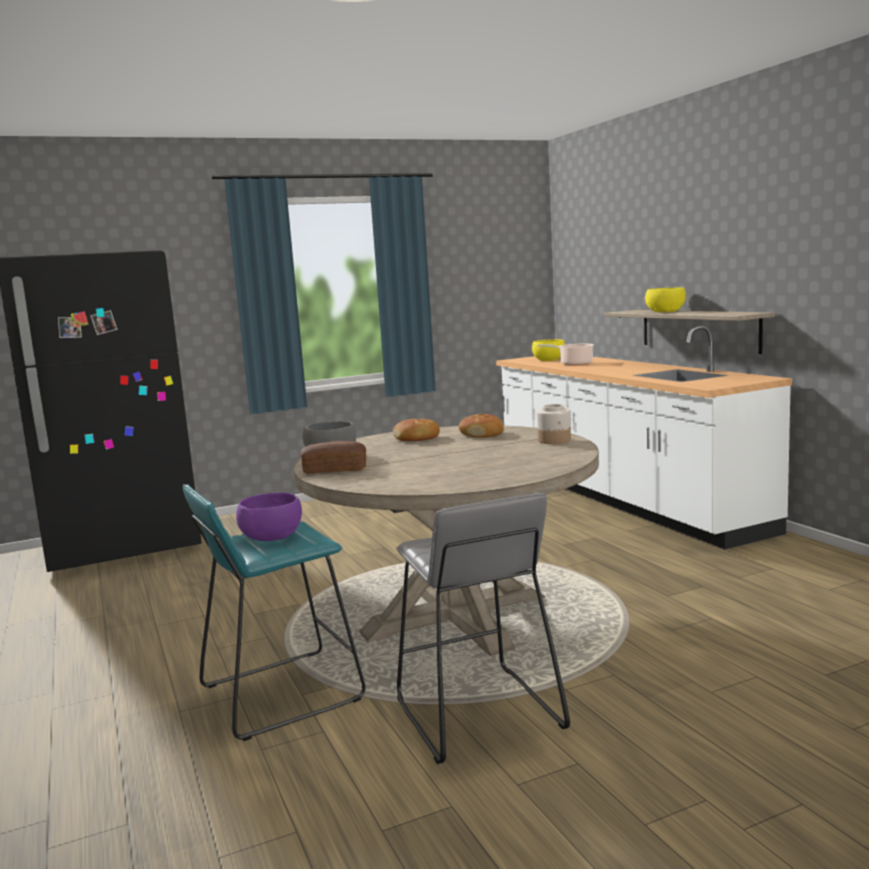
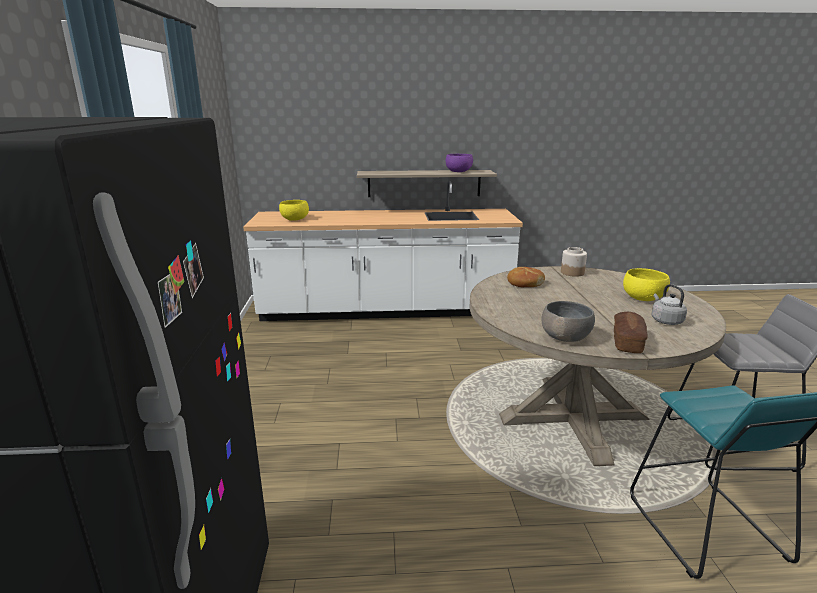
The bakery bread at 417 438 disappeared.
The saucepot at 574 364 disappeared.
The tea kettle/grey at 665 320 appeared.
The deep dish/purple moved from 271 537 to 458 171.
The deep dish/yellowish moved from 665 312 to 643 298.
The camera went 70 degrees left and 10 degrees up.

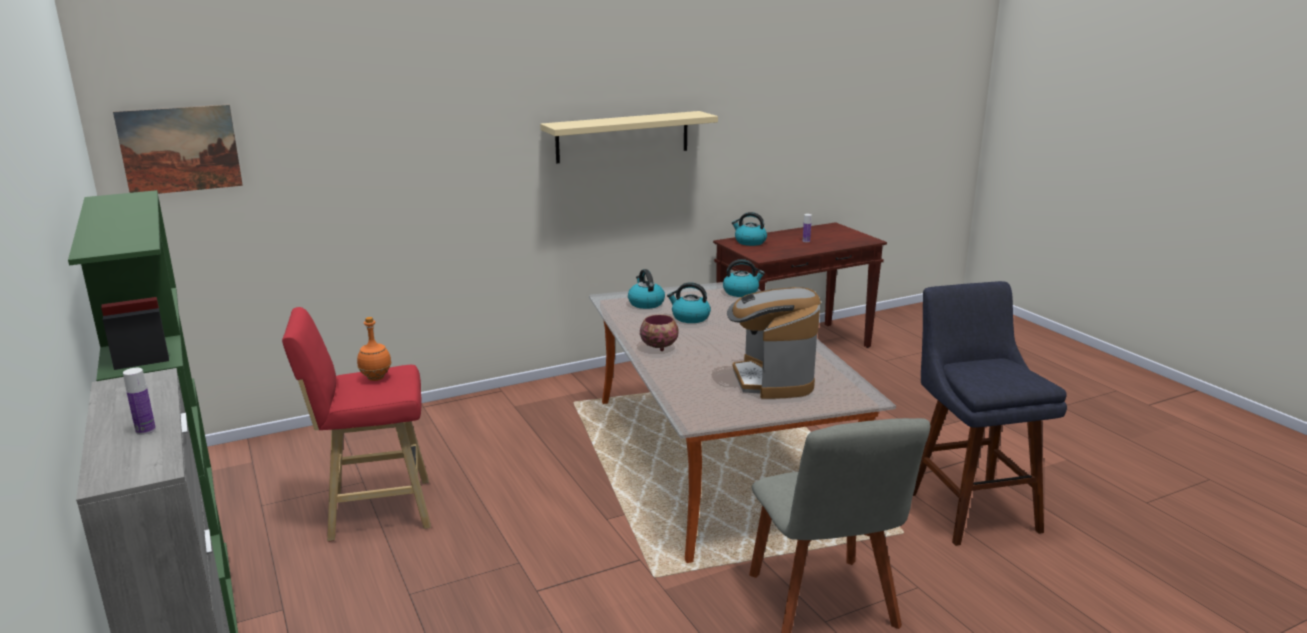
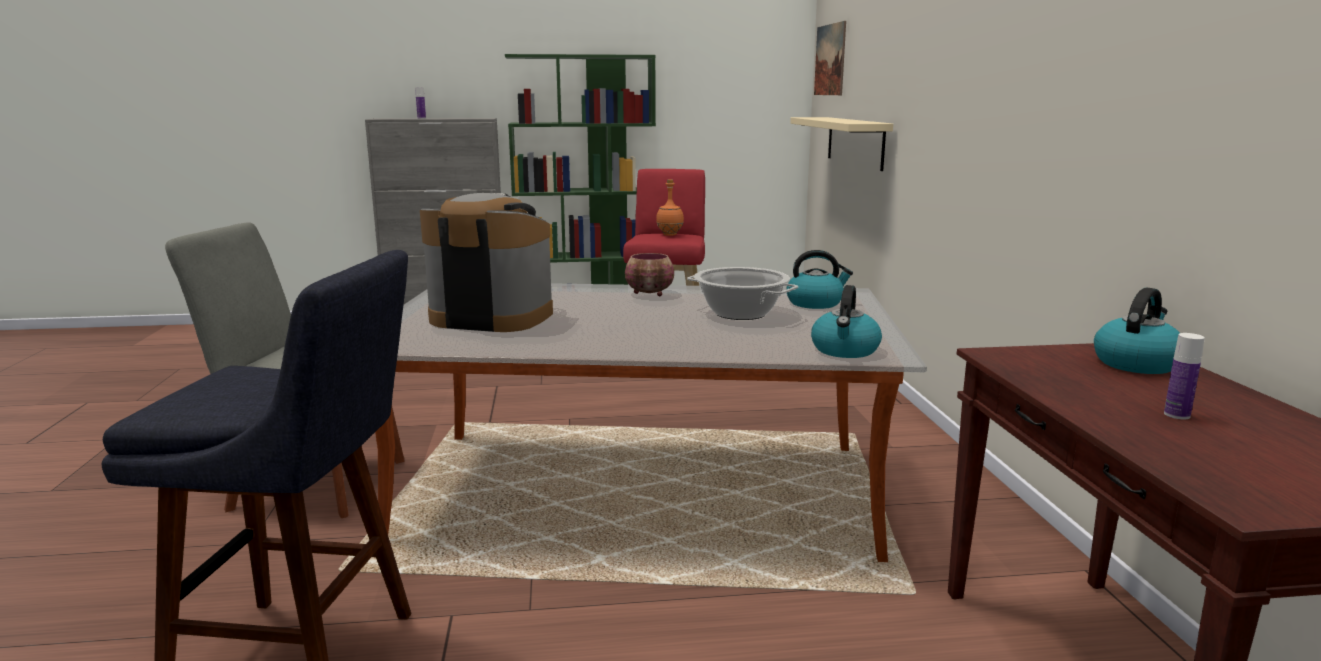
The shelf/beige-coloured moved from 623 136 to 855 142.
The tea kettle at 690 318 was replaced by the saucepot at 740 313.
The camera went 110 degrees right and 5 degrees down.

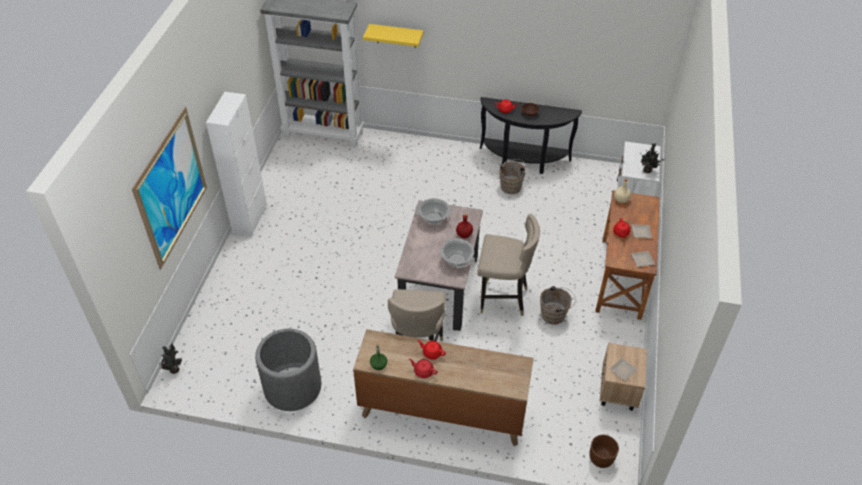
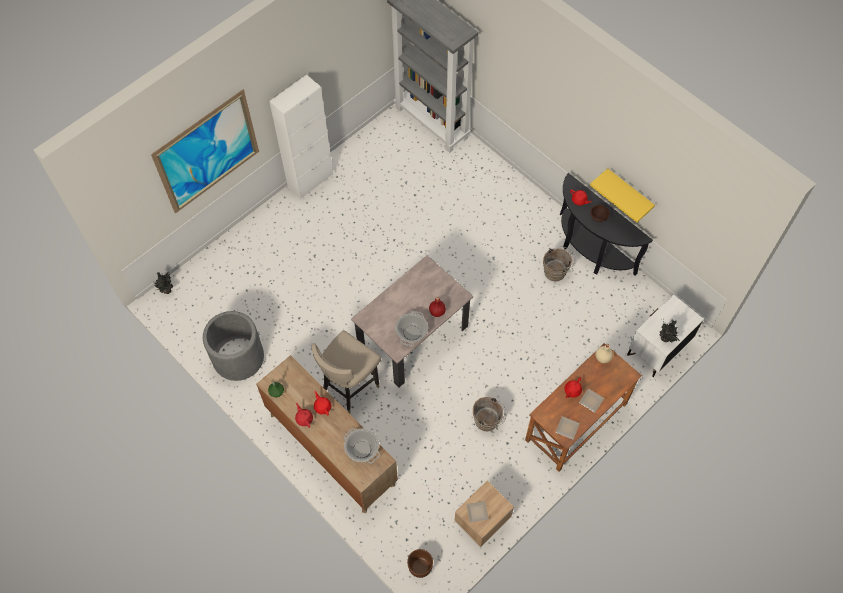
The stool/beige-coloured at 502 299 disappeared.
The shelf/yellowish moved from 396 35 to 629 192.
The saucepot moved from 434 218 to 362 449.
The camera went 35 degrees right and 15 degrees up.

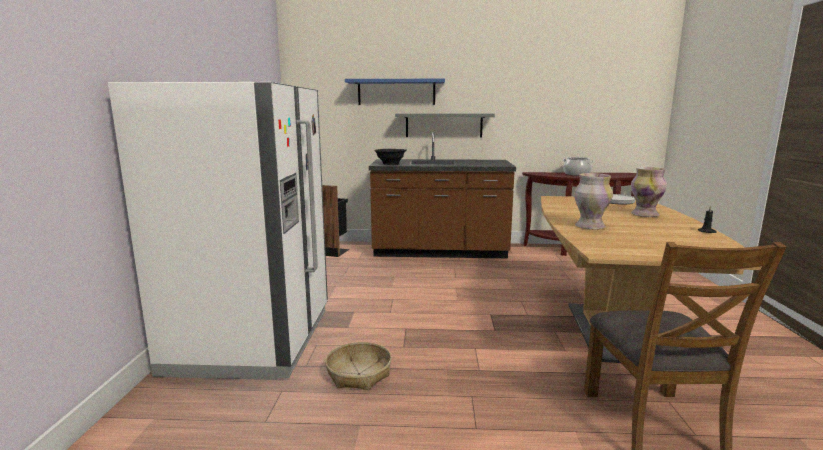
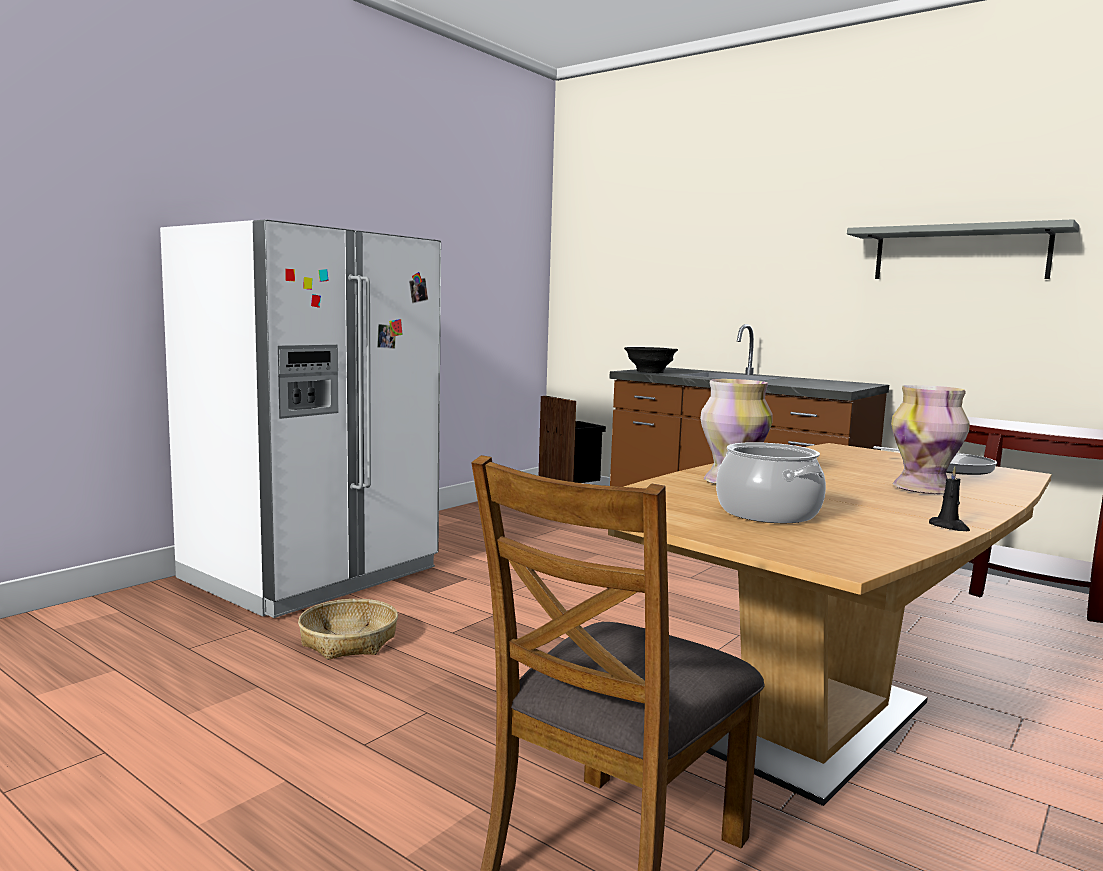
The shelf/blue at 396 92 disappeared.
The shelf/grey moved from 444 125 to 960 254.
The saucepot moved from 576 174 to 767 513.
The camera went 35 degrees right and 5 degrees down.

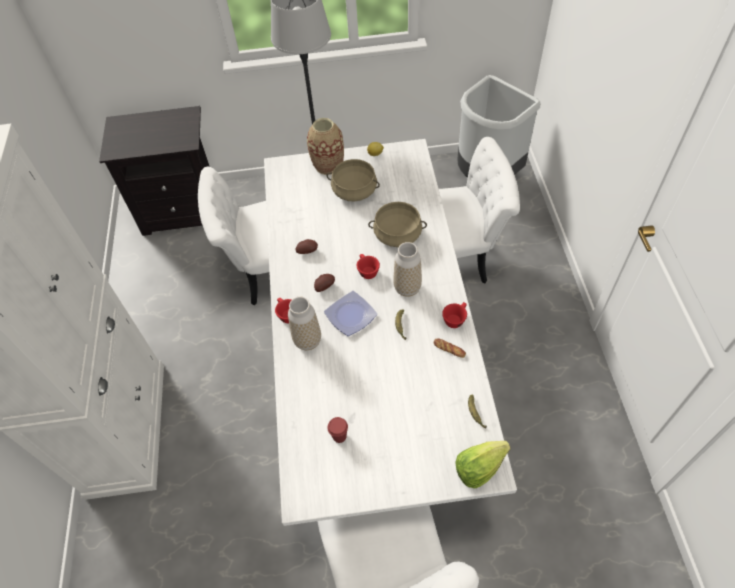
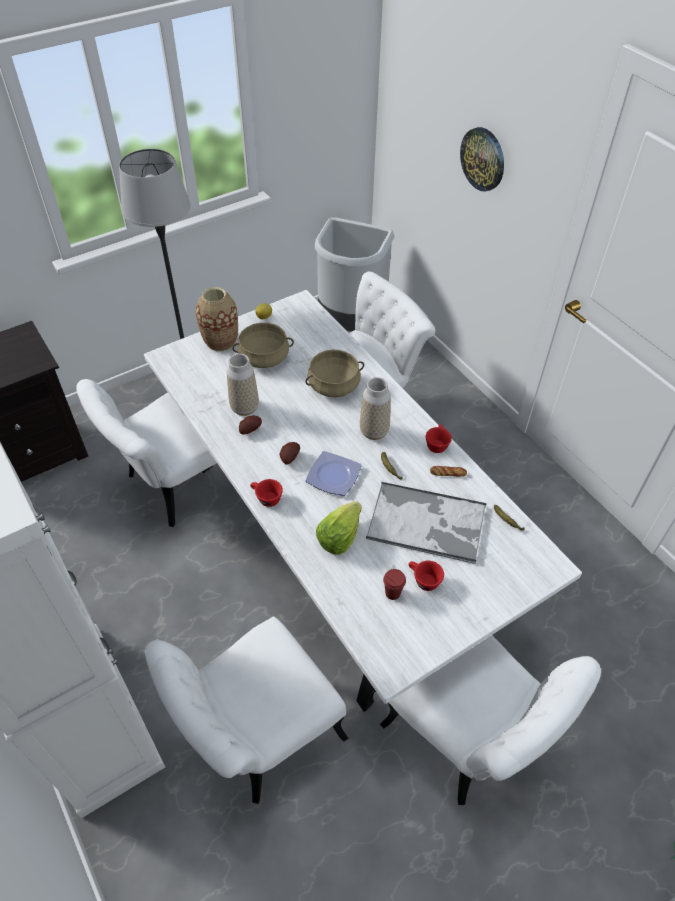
The chair/white at 257 737 appeared.
The carrying tray at 427 523 appeared.
The wall clock at 483 159 appeared.
The decorative vase moved from 307 341 to 244 408.
The cup/reddish moved from 366 271 to 423 580.
The lettuce moved from 479 467 to 339 537.
The camera went 30 degrees left and 5 degrees down.

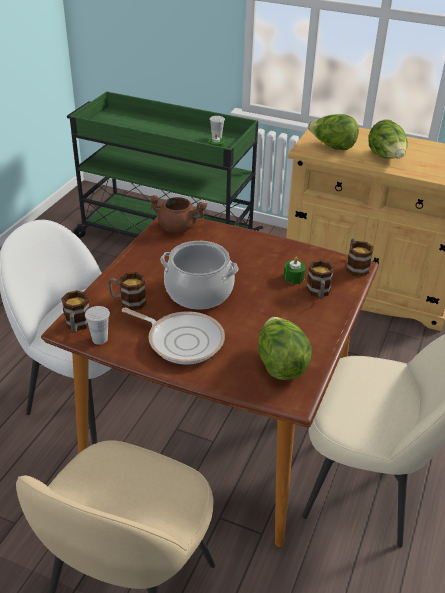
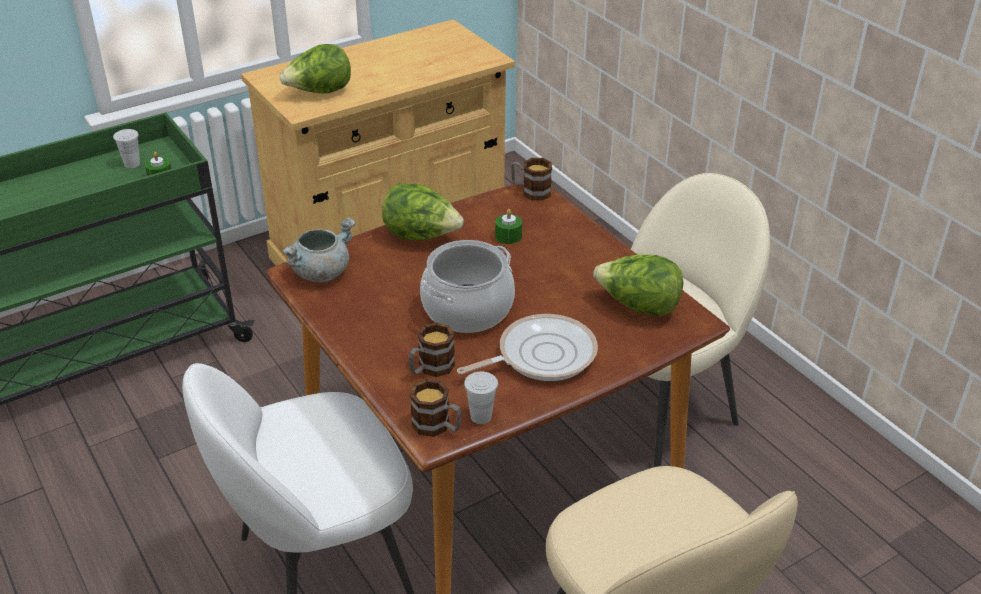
The coffee mug at 318 293 disappeared.
The lettuce moved from 386 158 to 421 236.
The saucepot/brownish at 178 227 became the saucepot/grey at 321 272.
The camera went 55 degrees left and 0 degrees up.

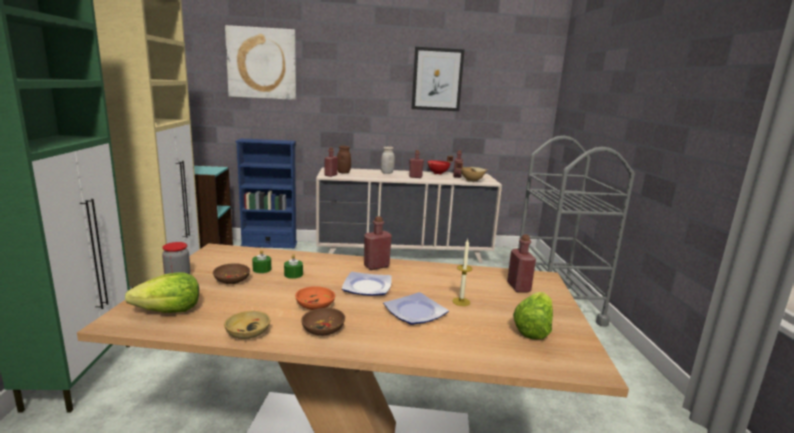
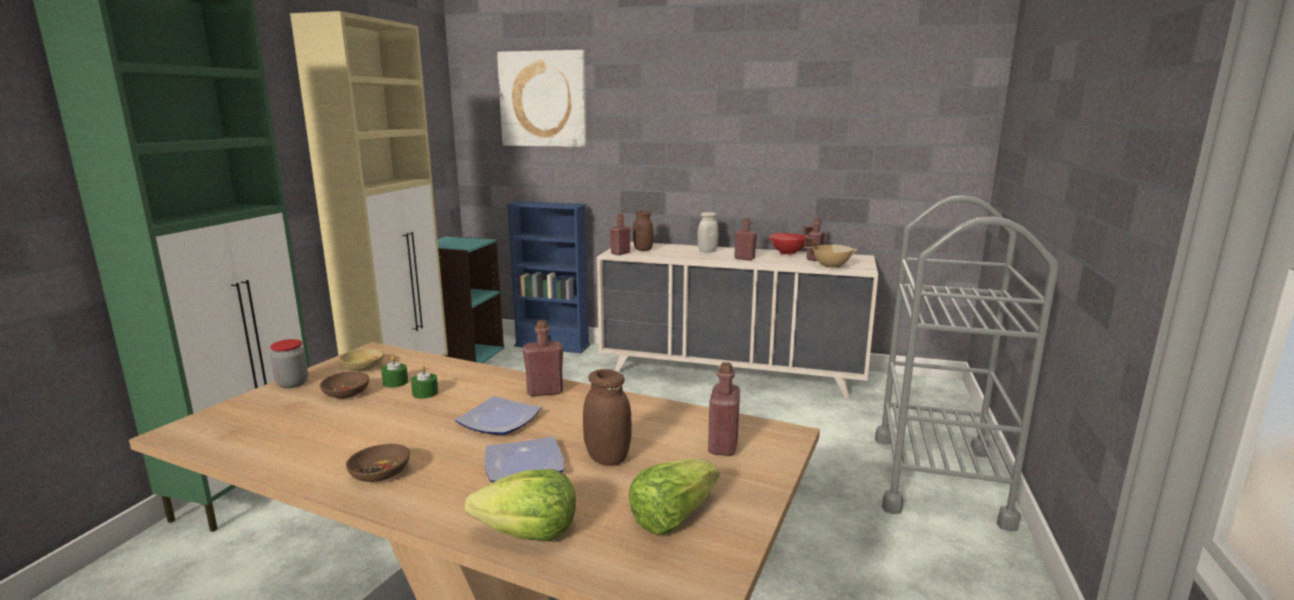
The deep dish/orange-coloured at 315 305 disappeared.
The picture at 437 79 disappeared.
The lettuce moved from 169 311 to 528 532.
The deep dish/beige-coloured moved from 247 333 to 362 367.
The wax light at 461 301 was replaced by the preserve jar/brownish at 607 458.
The camera went 20 degrees right and 0 degrees up.

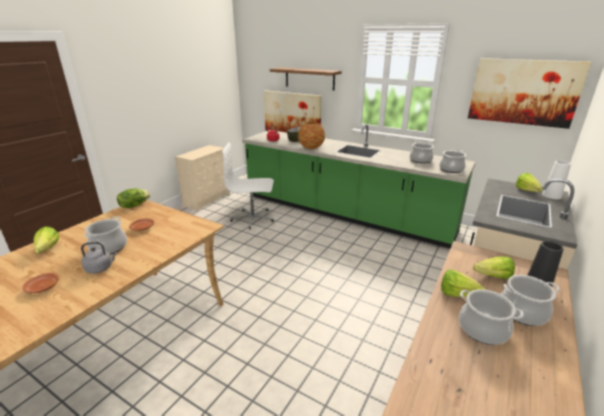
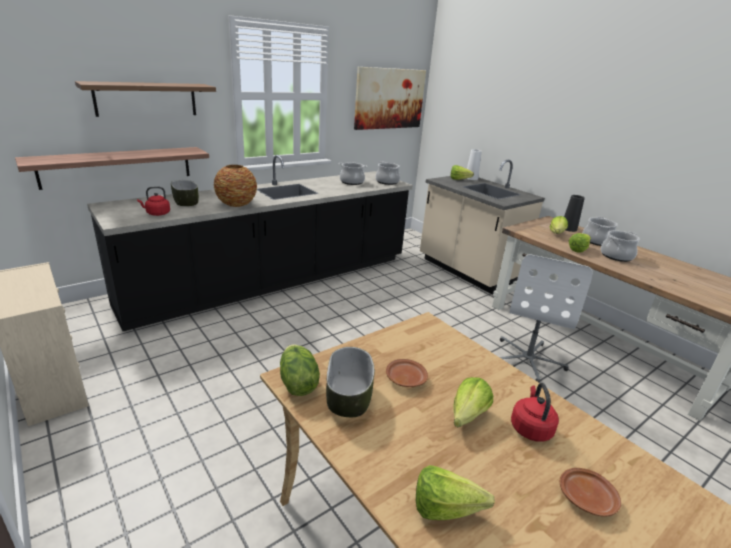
The deep dish at 348 397 appeared.
The computer chair/white moved from 253 218 to 528 359.
The saucepot at 109 247 was replaced by the lettuce at 464 418.
The picture at 292 114 was replaced by the shelf at 117 167.
The tea kettle/grey at 101 268 became the tea kettle/reddish at 530 428.
The kitchen base unit/green-coloured at 344 214 became the kitchen base unit/black-coloured at 275 281.
The camera went 70 degrees left and 0 degrees up.

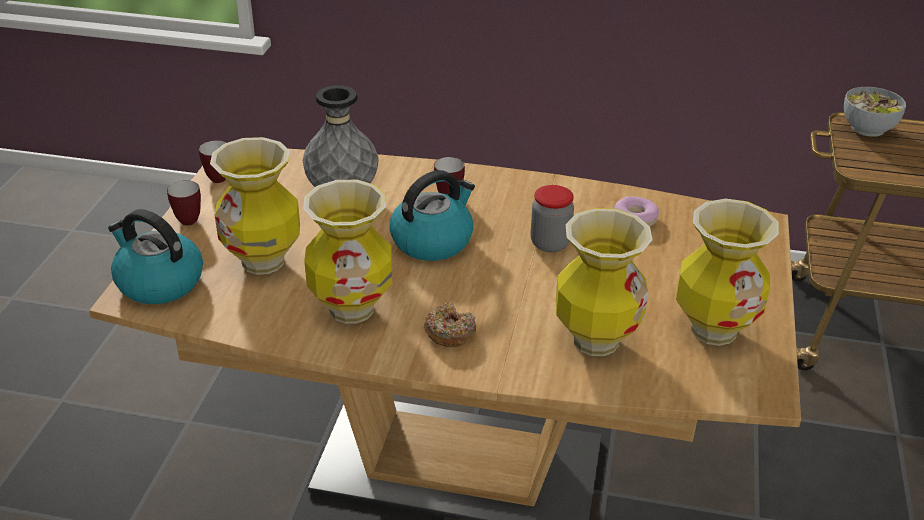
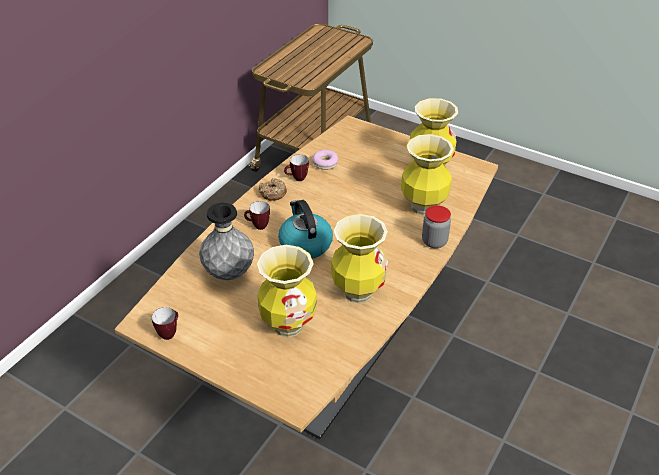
The tea kettle at 158 282 disappeared.
The deep dish at 868 128 disappeared.
The coffee mug moved from 186 219 to 297 179.
The doughnut moved from 450 332 to 273 193.
The preserve jar moved from 550 243 to 434 241.
The camera went 70 degrees left and 5 degrees up.

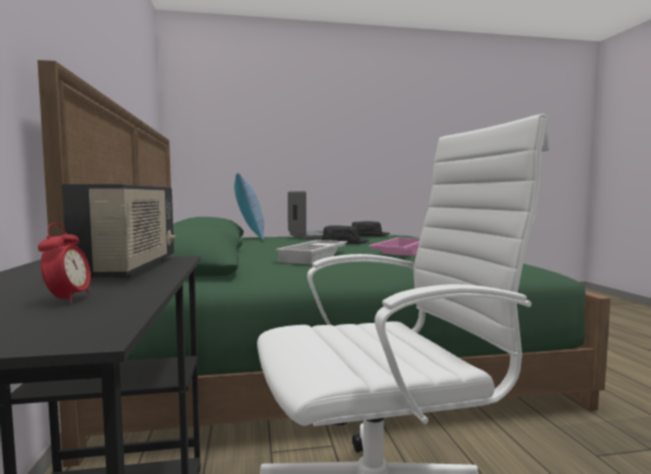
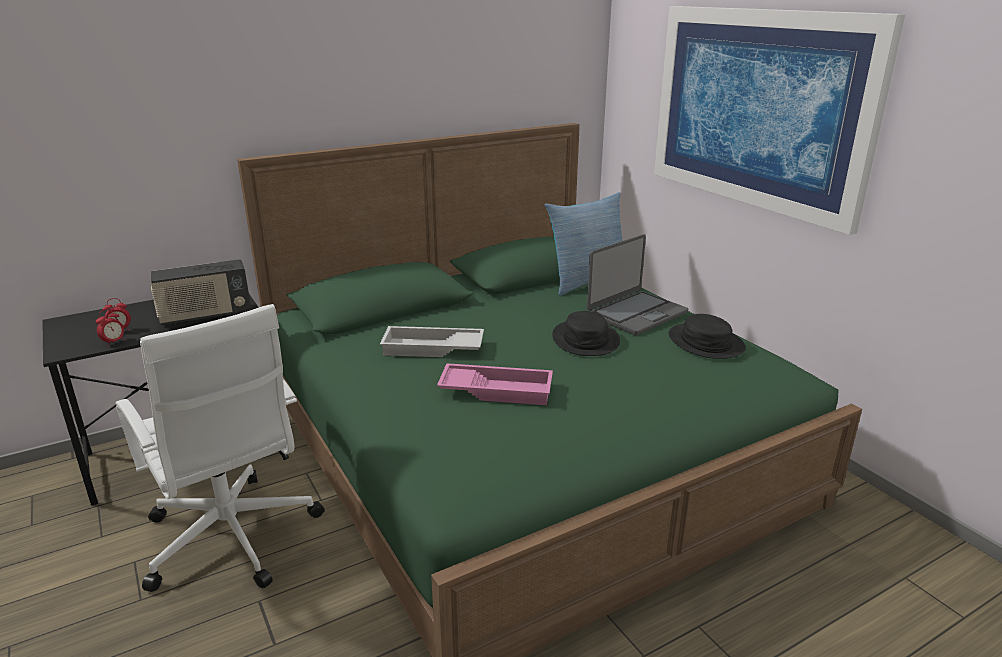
The bedside clock at 114 342 appeared.
The picture at 758 109 appeared.
The camera went 70 degrees right and 20 degrees up.

